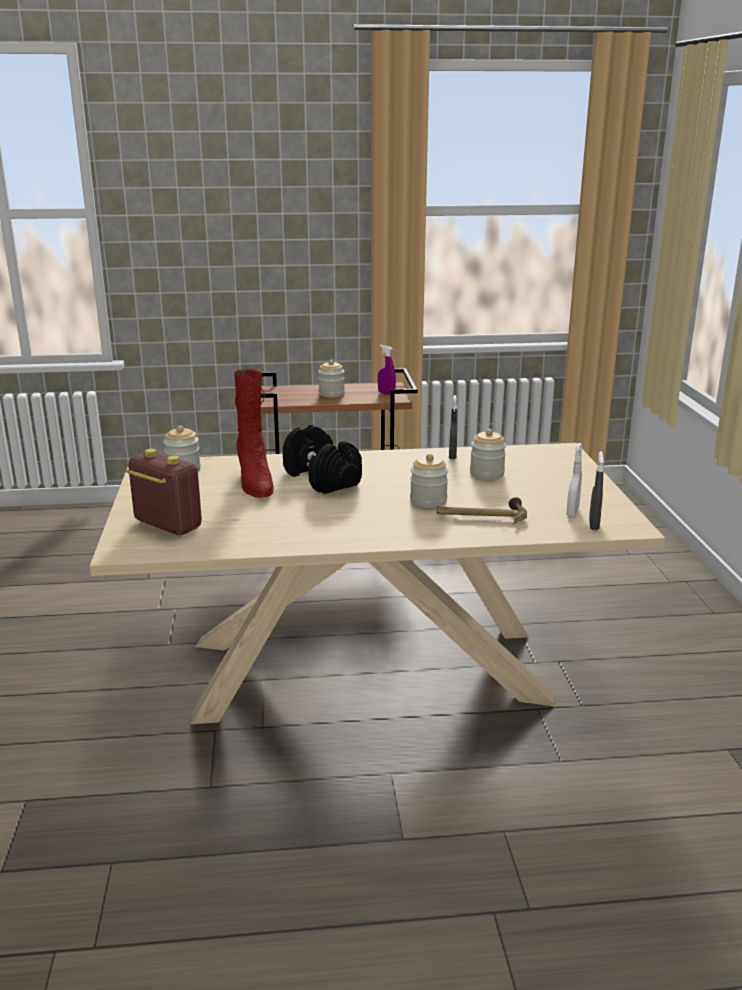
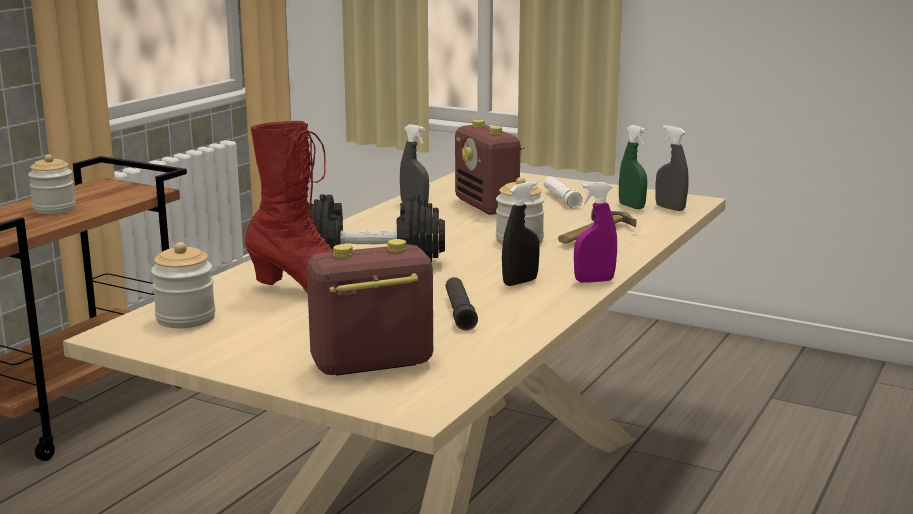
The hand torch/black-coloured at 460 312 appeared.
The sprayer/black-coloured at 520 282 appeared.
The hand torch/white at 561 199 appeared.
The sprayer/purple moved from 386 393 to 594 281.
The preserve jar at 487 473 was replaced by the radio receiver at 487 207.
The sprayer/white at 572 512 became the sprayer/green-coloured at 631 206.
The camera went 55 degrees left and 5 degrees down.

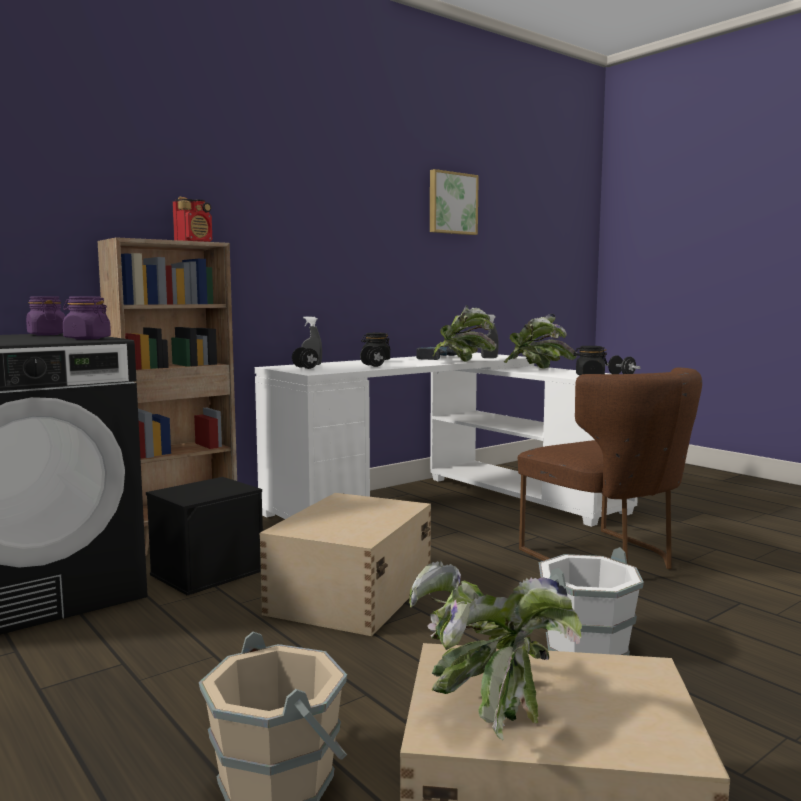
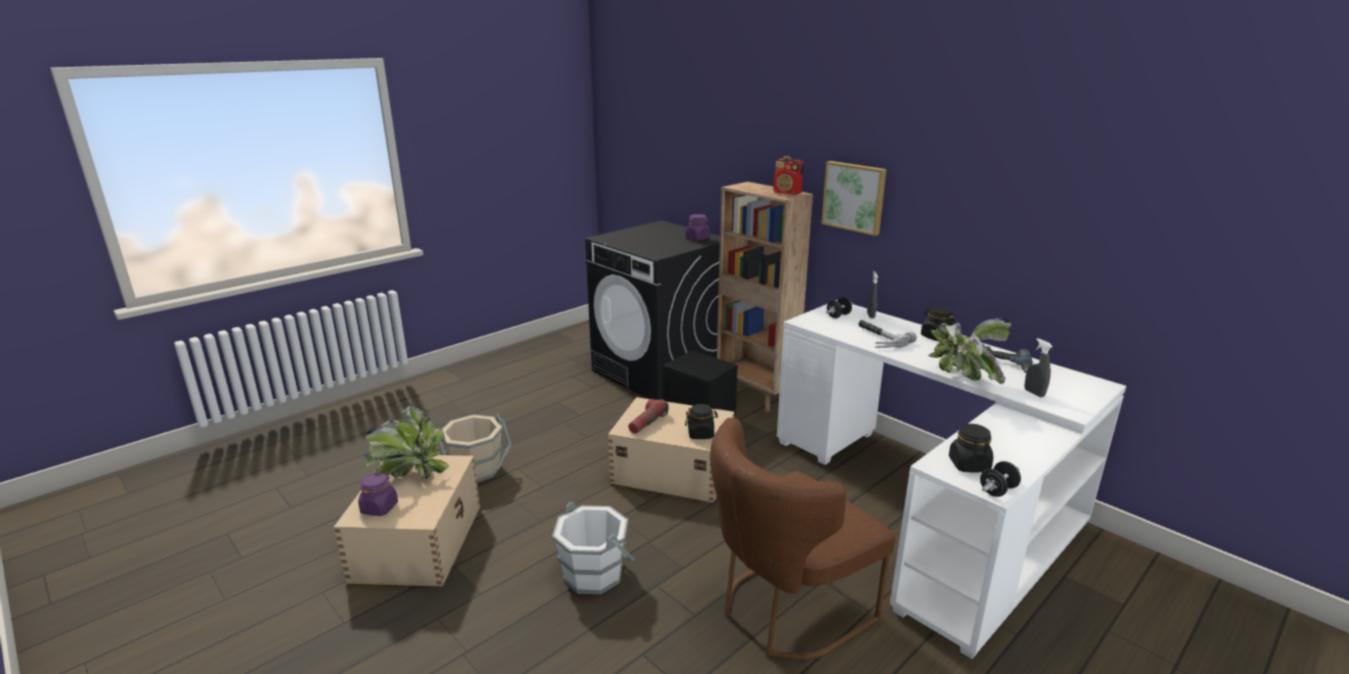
The potted plant at 538 369 disappeared.
The hand torch at 648 422 appeared.
The preserve jar/black-coloured at 701 434 appeared.
The preserve jar/purple moved from 87 339 to 379 508.
The picture moved from 451 203 to 854 197.
The hand weight/black-coloured at 372 366 was replaced by the hand hammer at 877 338.
The camera went 85 degrees right and 15 degrees up.

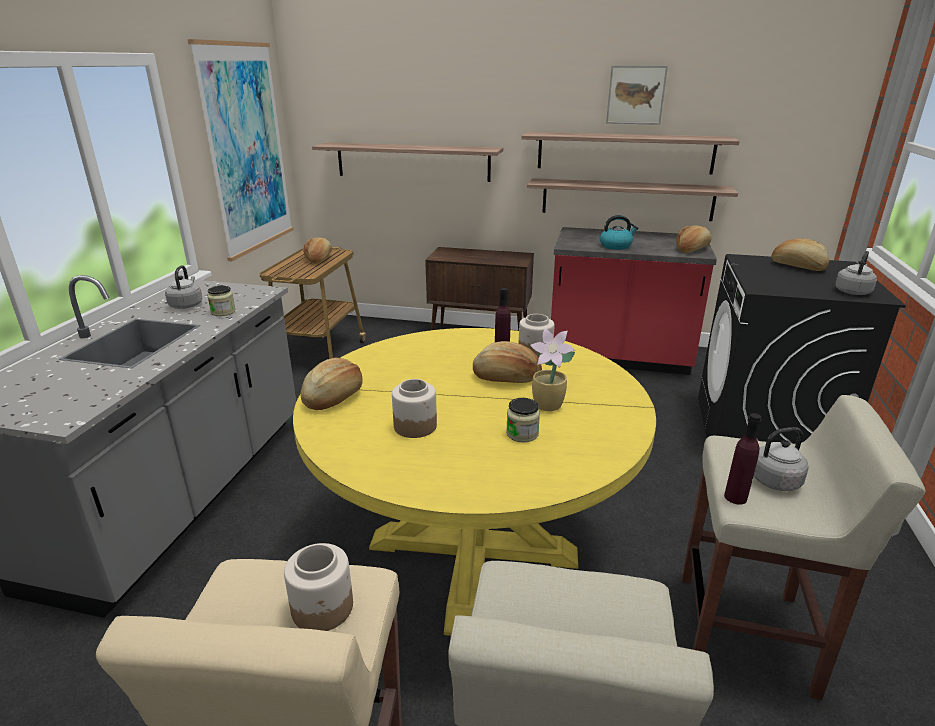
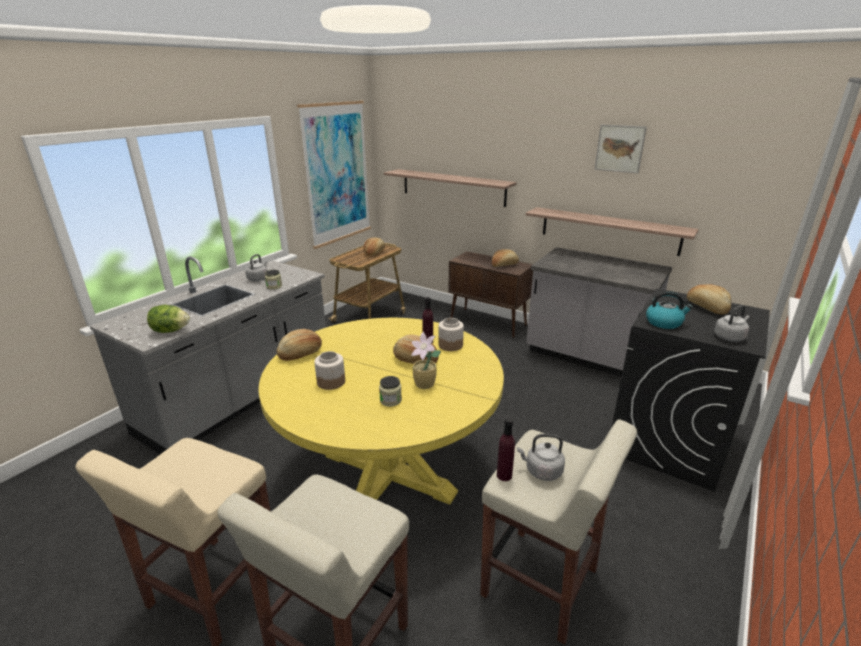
The preserve jar at 323 608 disappeared.
The shelf at 624 152 disappeared.
The lettuce at 170 331 appeared.
The tea kettle moved from 616 246 to 664 322.
The bakery bread moved from 692 249 to 504 265.
The kitchen base unit/reddish at 618 358 became the kitchen base unit/grey at 587 357.
The camera went 20 degrees right and 0 degrees up.

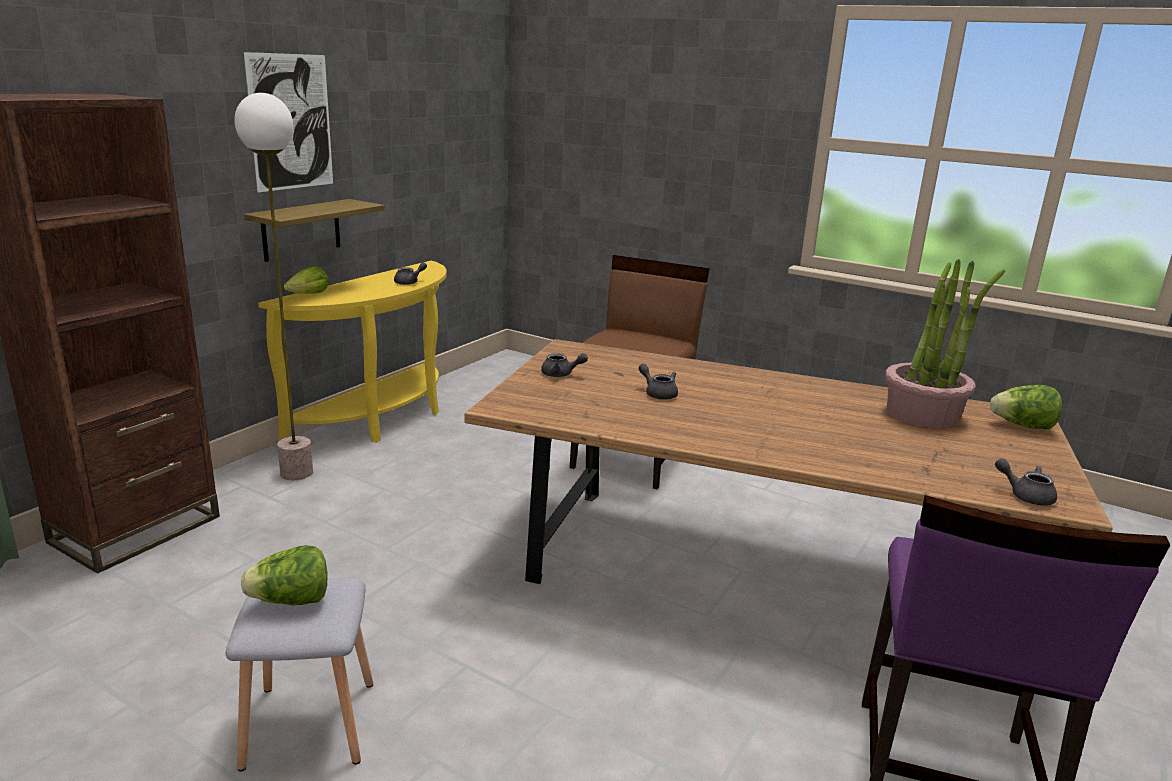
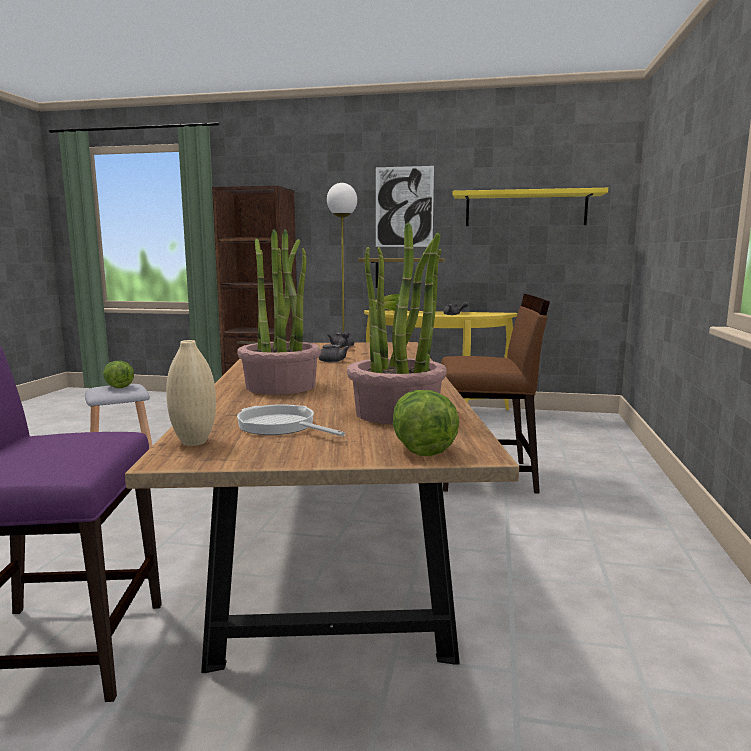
The potted plant at 281 386 appeared.
The frying pan at 280 426 appeared.
The shelf/yellowish at 525 209 appeared.
The teapot/grey at 1025 495 was replaced by the decorative vase/beige-coloured at 194 442.
The camera went 70 degrees right and 10 degrees down.

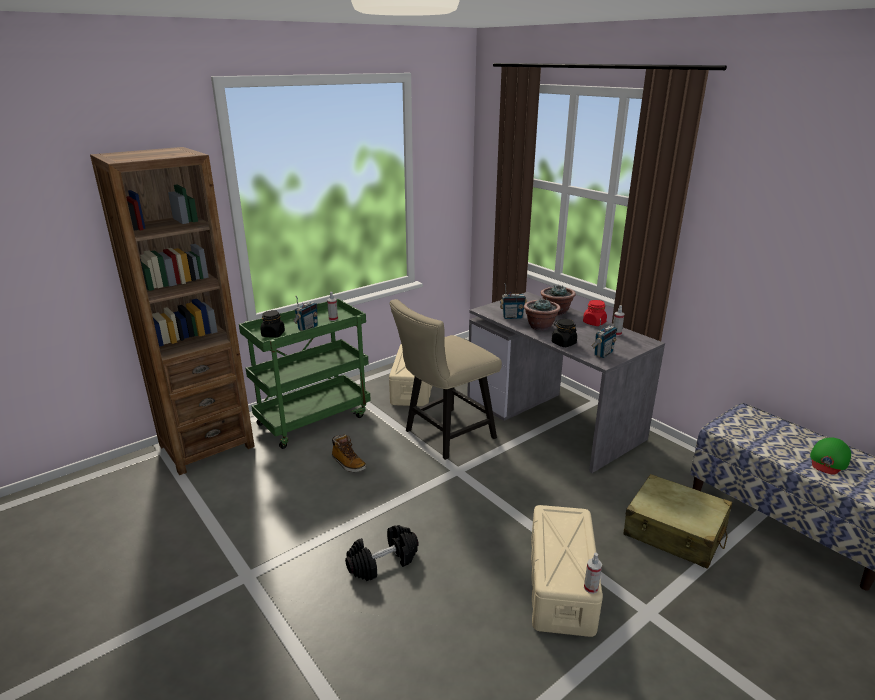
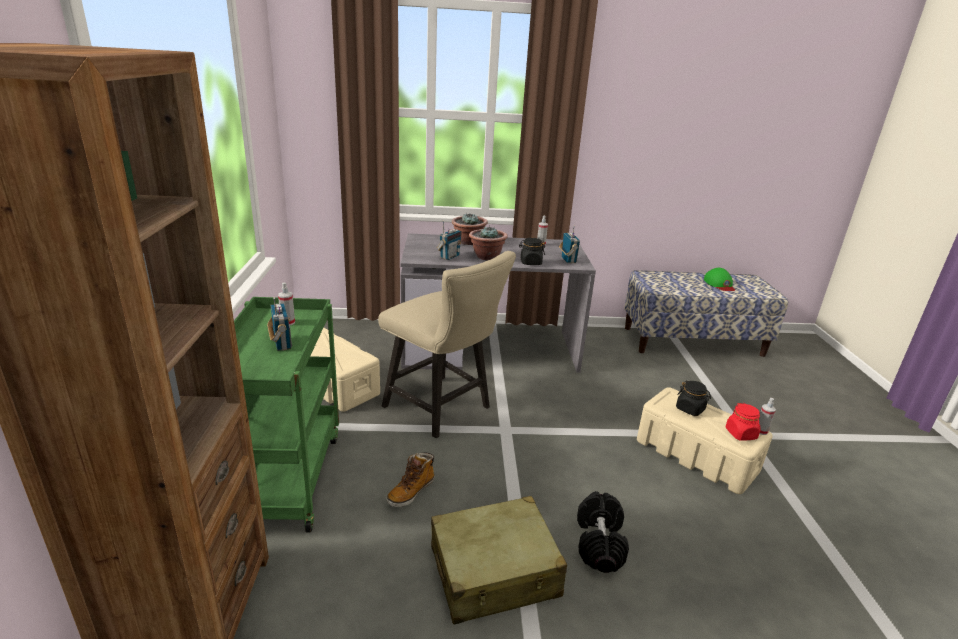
The preserve jar/black-coloured moved from 273 334 to 690 409.
The preserve jar/reddish moved from 594 323 to 741 434.
The piece of luggage/beige-coloured moved from 674 532 to 494 572.
The tall boot at 348 464 turned 135 degrees clockwise.
The chair/beige-coloured at 444 436 turned 45 degrees counterclockwise.
The camera went 55 degrees left and 0 degrees up.

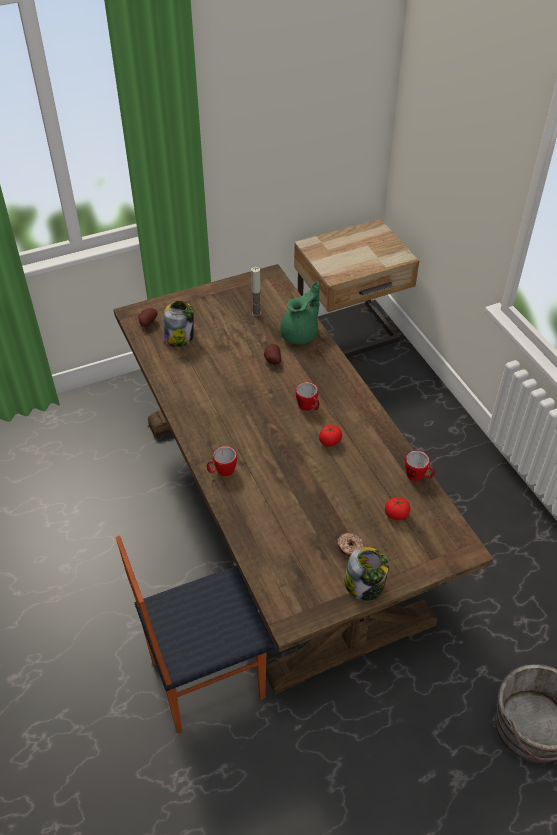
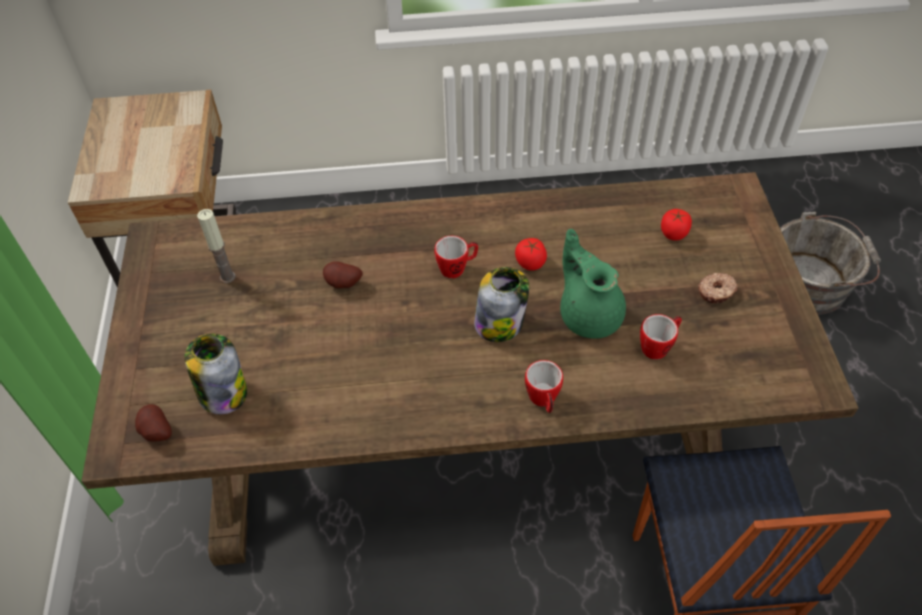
The teapot/green-coloured moved from 301 334 to 589 314.
The preserve jar moved from 365 585 to 500 323.
The coffee mug moved from 418 476 to 658 346.
The camera went 70 degrees left and 5 degrees up.

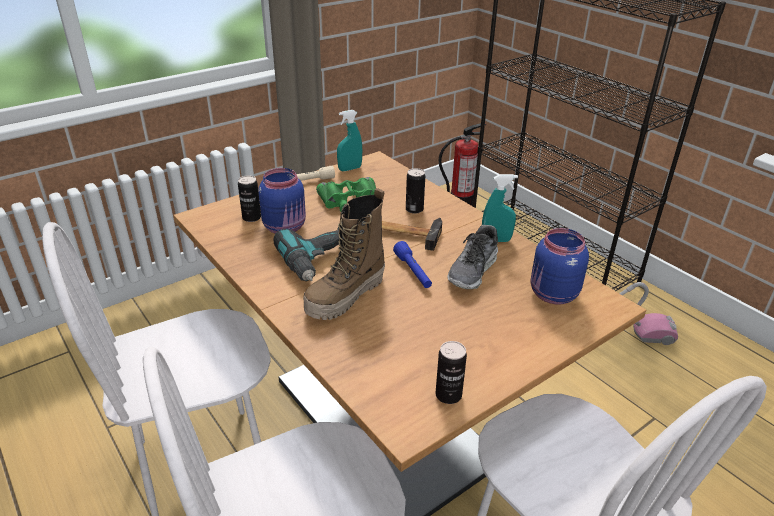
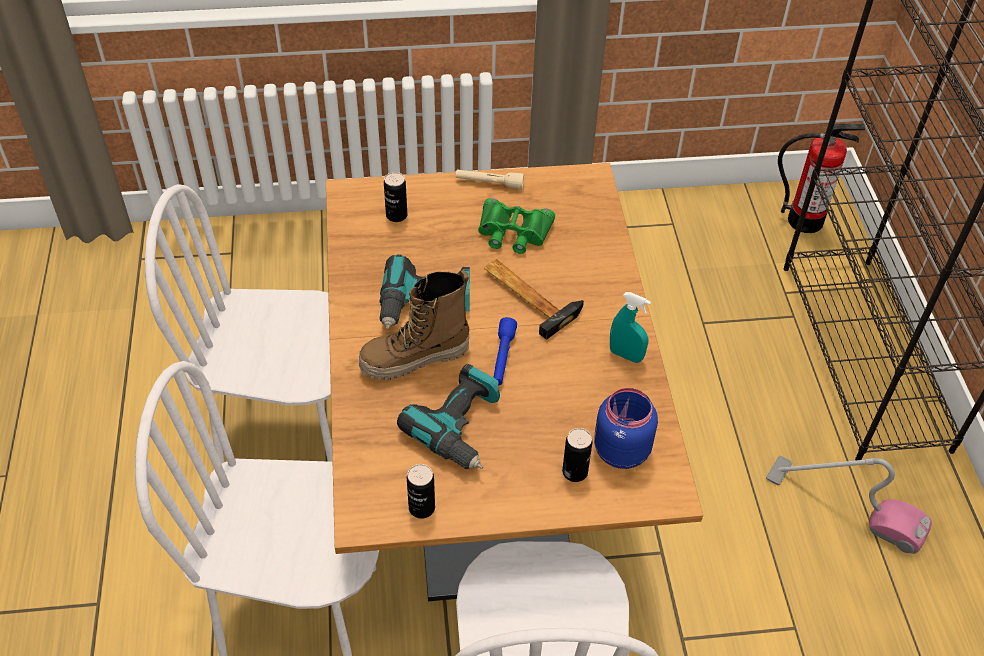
The preserve jar/blue at 286 227 disappeared.
The sprayer/blue-green at 350 169 disappeared.
The item of footwear at 473 271 disappeared.
The electric drill at 461 427 appeared.
The sealed can moved from 414 209 to 575 472.
The camera went 30 degrees right and 15 degrees up.

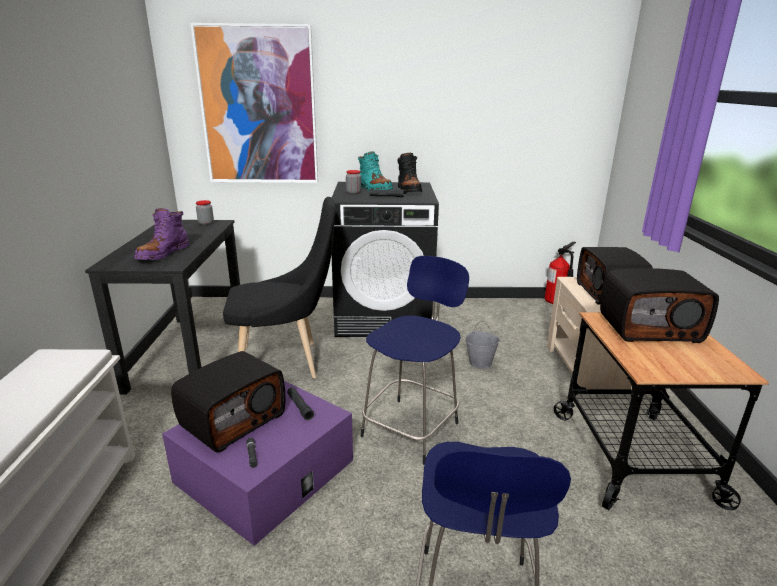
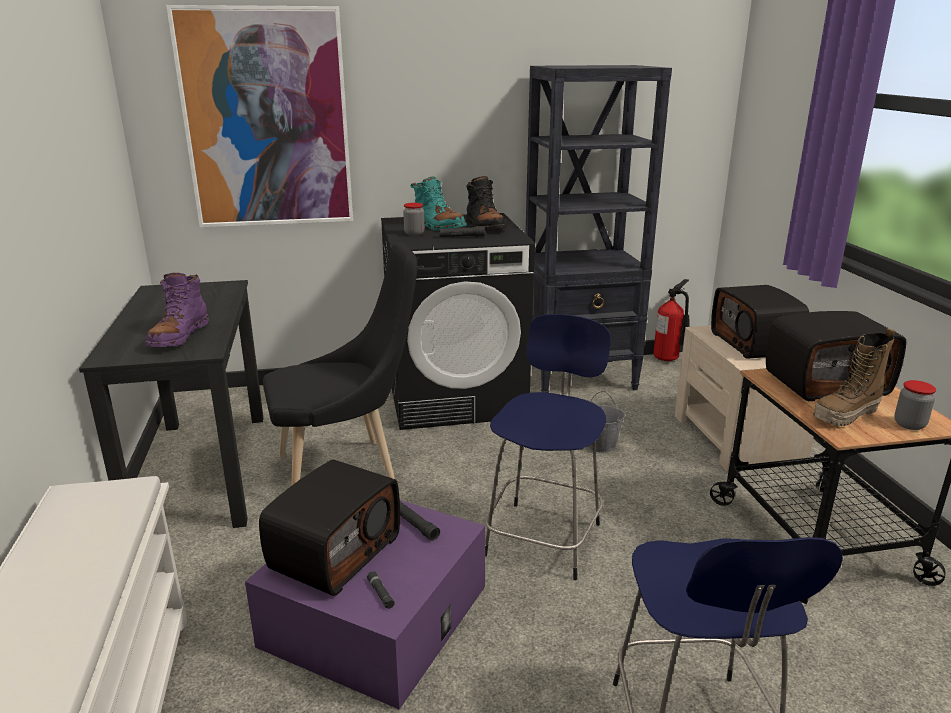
The bookshelf/black-coloured at 580 378 appeared.
The tall boot at 846 415 appeared.
The preserve jar moved from 206 223 to 909 424.
The camera went 10 degrees left and 0 degrees up.

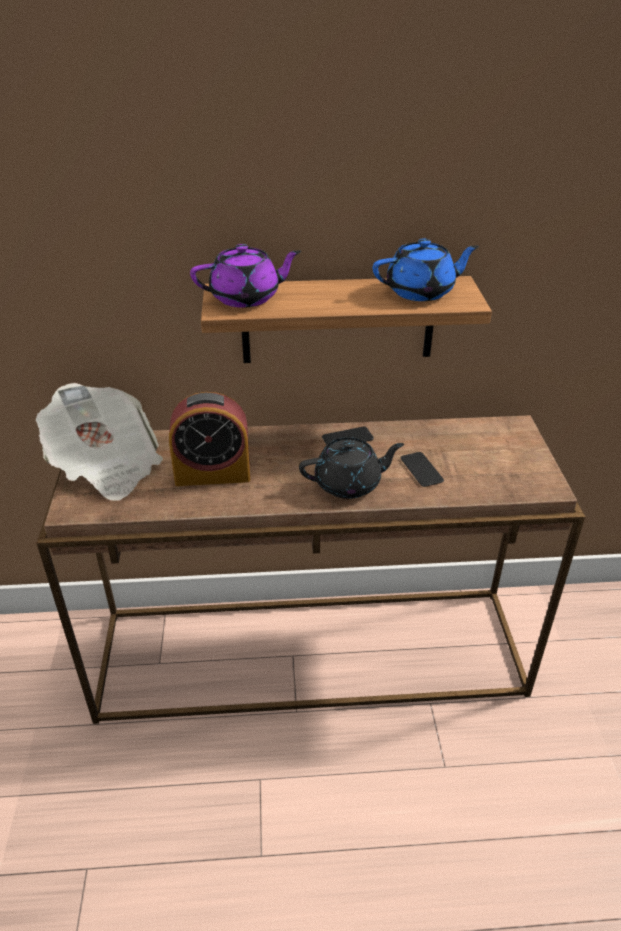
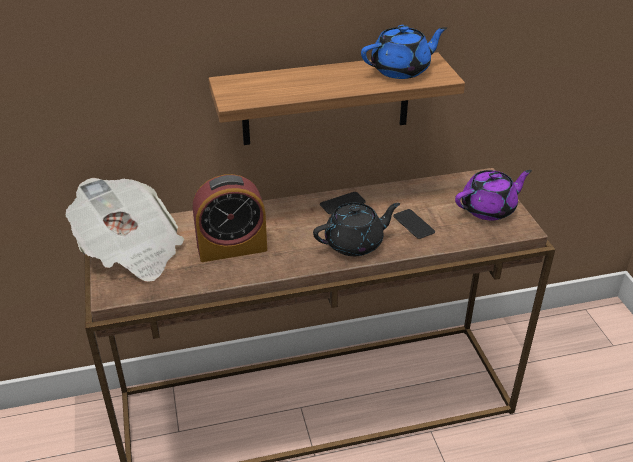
The teapot/purple moved from 246 297 to 489 209.
The camera went 10 degrees left and 0 degrees up.

